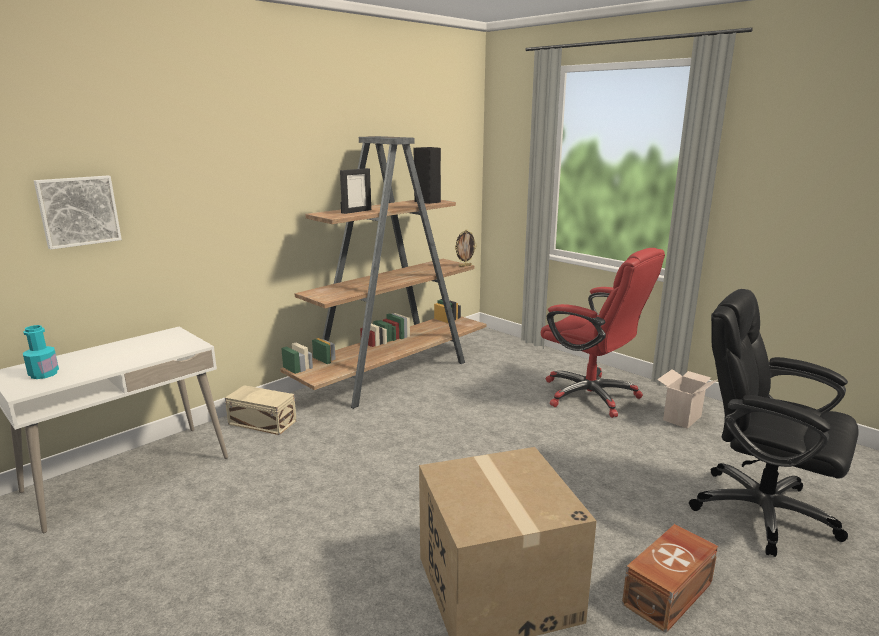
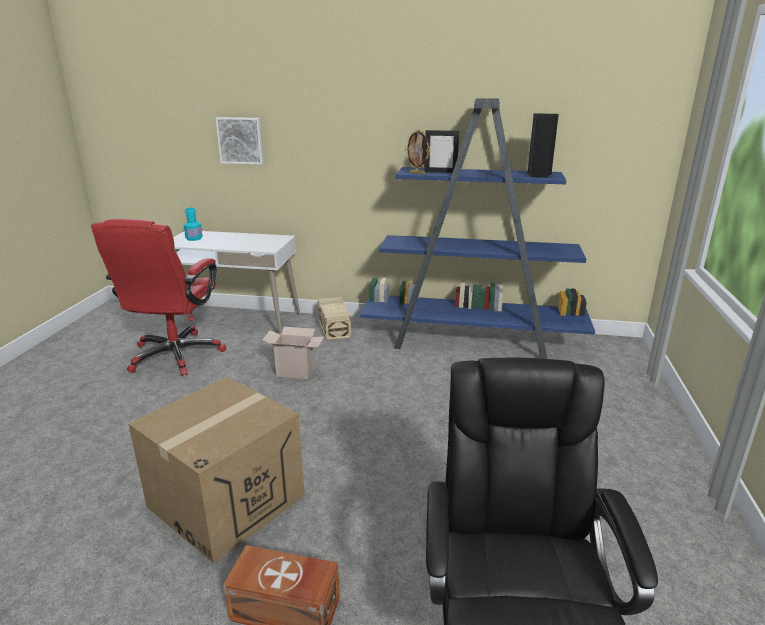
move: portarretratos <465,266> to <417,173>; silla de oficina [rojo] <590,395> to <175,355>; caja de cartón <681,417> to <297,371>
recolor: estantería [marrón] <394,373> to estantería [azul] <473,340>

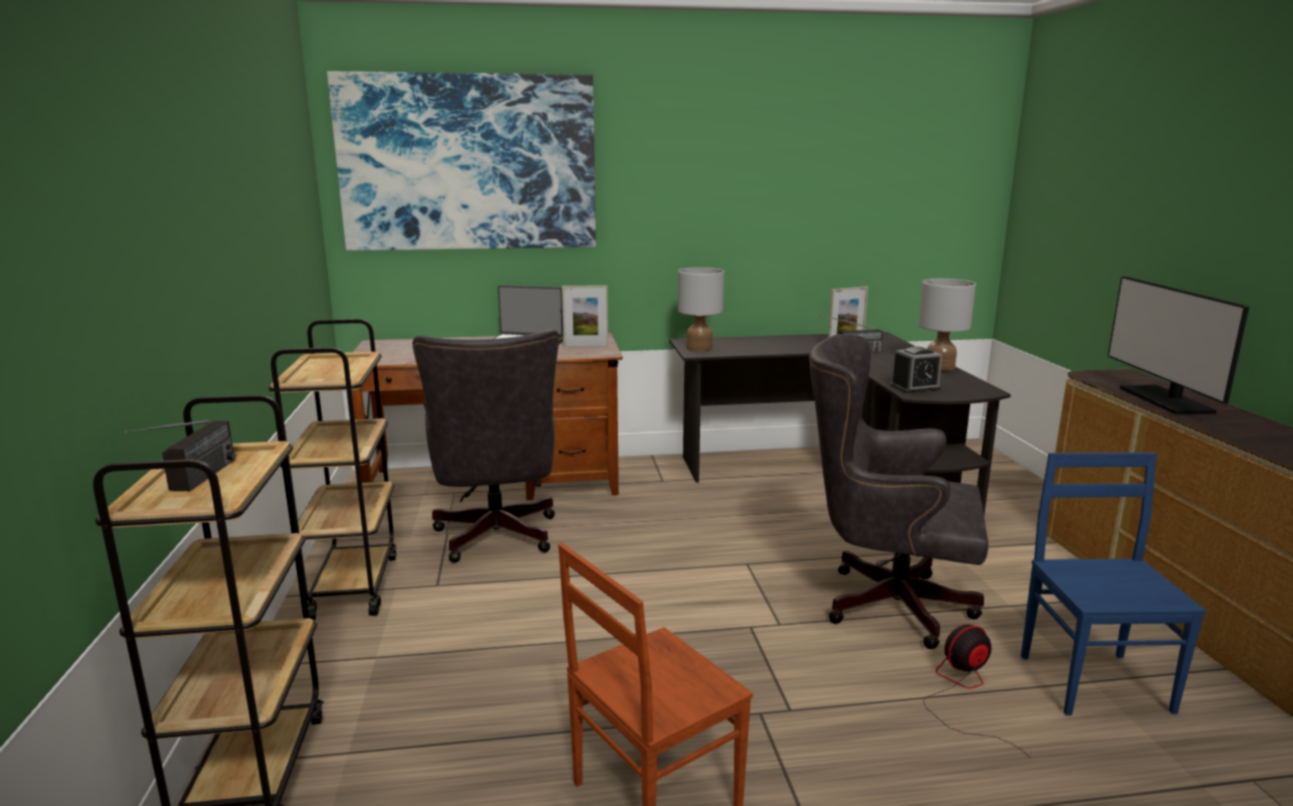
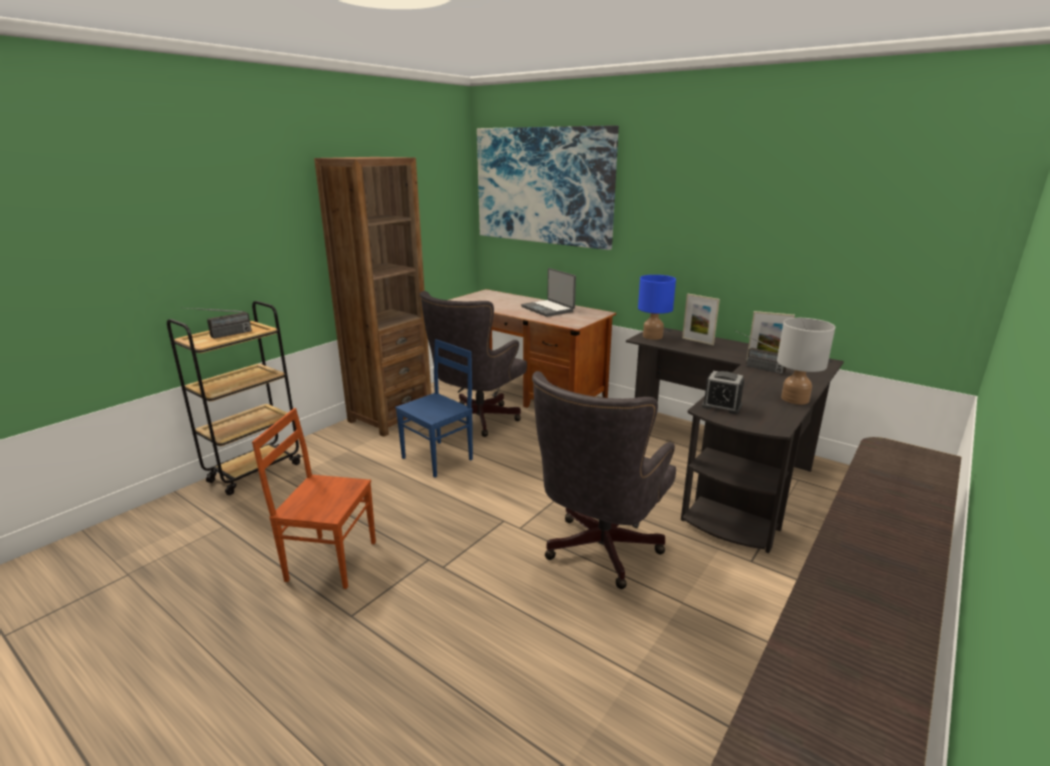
delete: ventilador <963,692>; monitor <1165,400>
move: portarretratos <586,347> to <697,341>; silla [azul] <1095,682> to <439,458>
replace: carrito [marrón] <353,586> to estantería [marrón] <390,417>
recolor: lámpara de mesa [gris] <699,348> to lámpara de mesa [azul] <653,336>
rotate: silla de oficina [gris] <885,604> = <599,552> 120 degrees counterclockwise

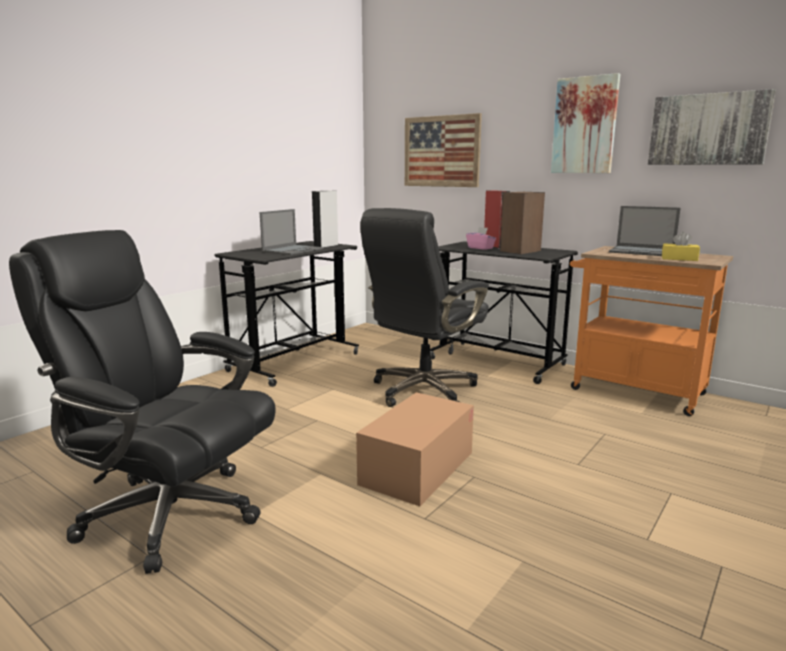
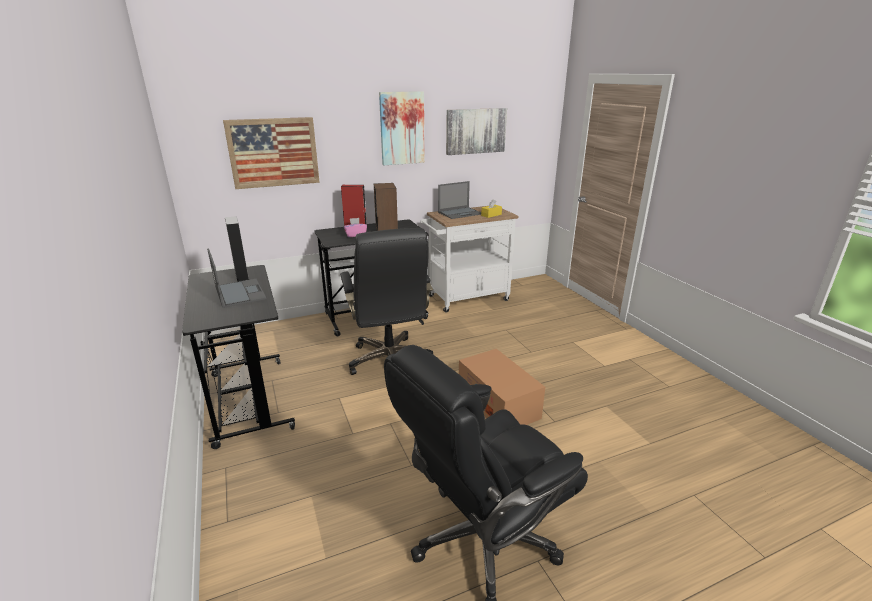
recolor: carrito [naranja] <633,391> to carrito [blanco] <466,298>

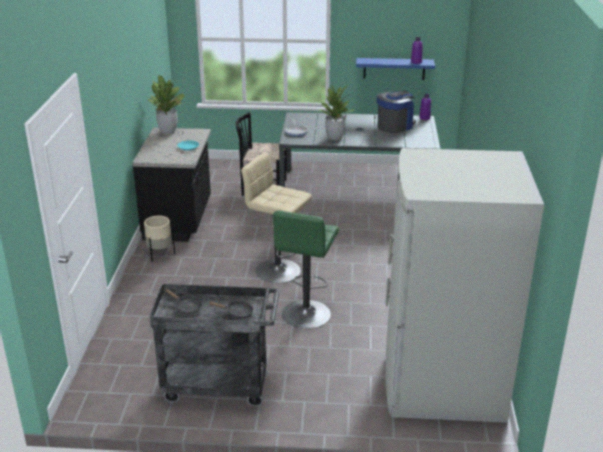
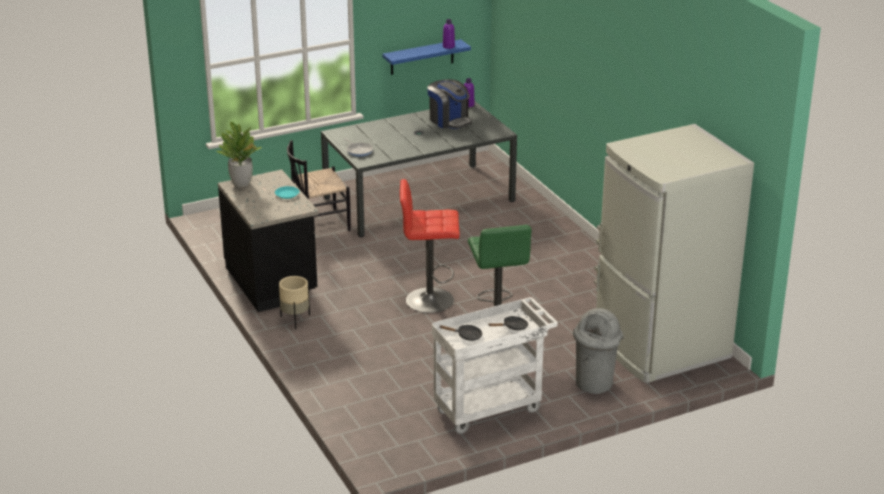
delete: planta en maceta <335,137>
insert: papelera [gris] <595,383>
recolor: carrito [negro] <221,390> to carrito [blanco] <492,411>; taburete [beis] <278,270> to taburete [rojo] <429,300>
rotate: cafetera <395,126> = <449,120> 120 degrees clockwise

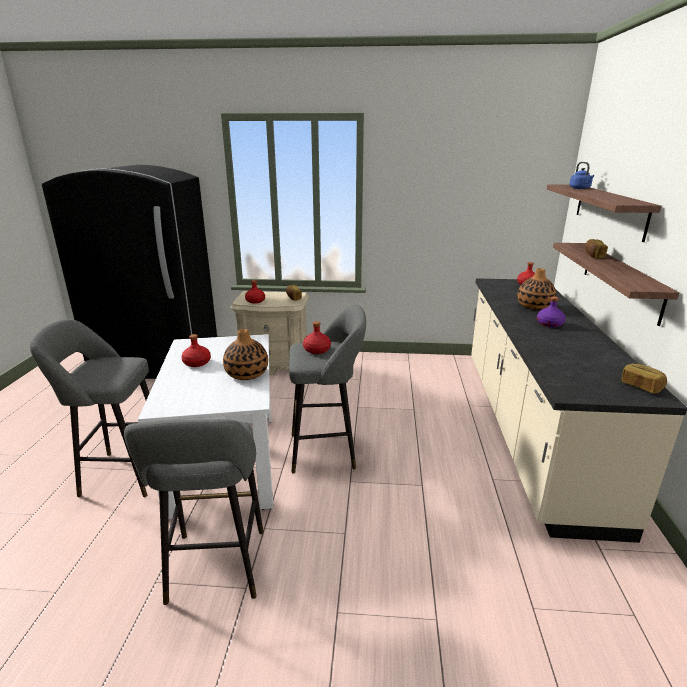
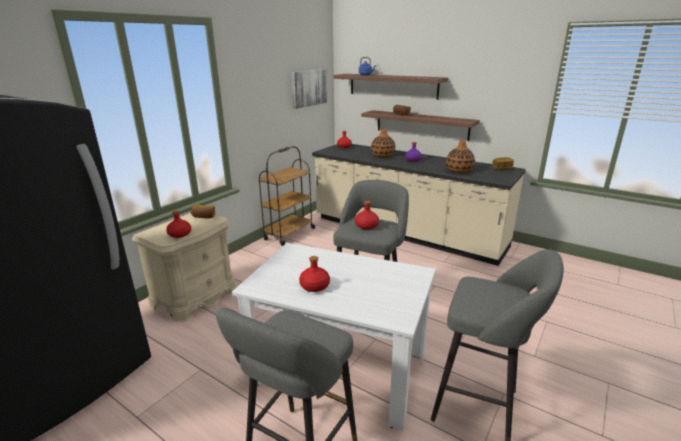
insert: carrito [marrón] <289,234>; cuadro <309,88>
move: florero <247,374> to <459,170>

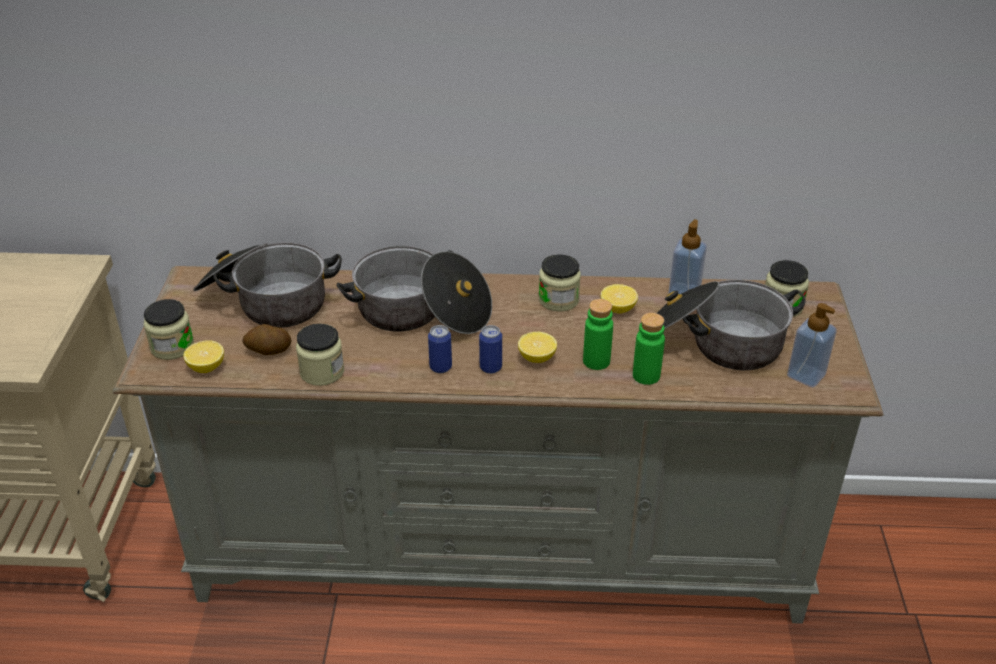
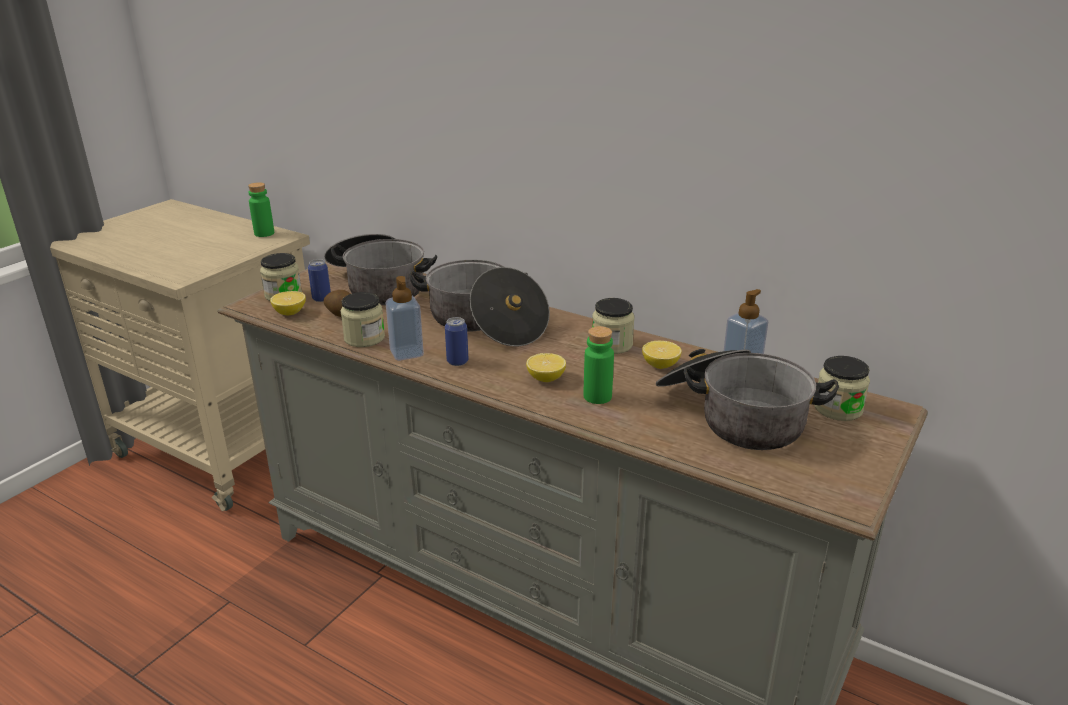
move: lata <490,367> to <321,298>; botella [verde] <646,375> to <264,233>; dispensador de jabón <806,375> to <406,353>

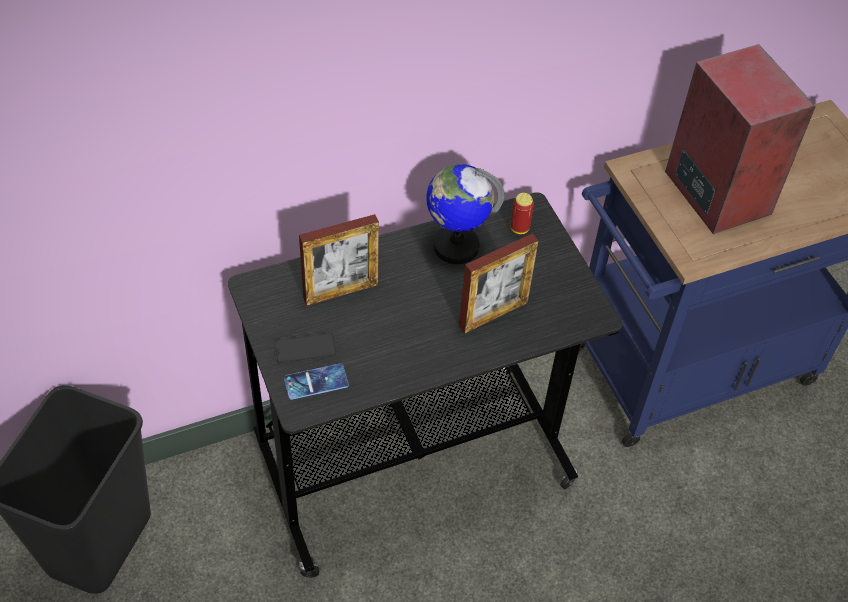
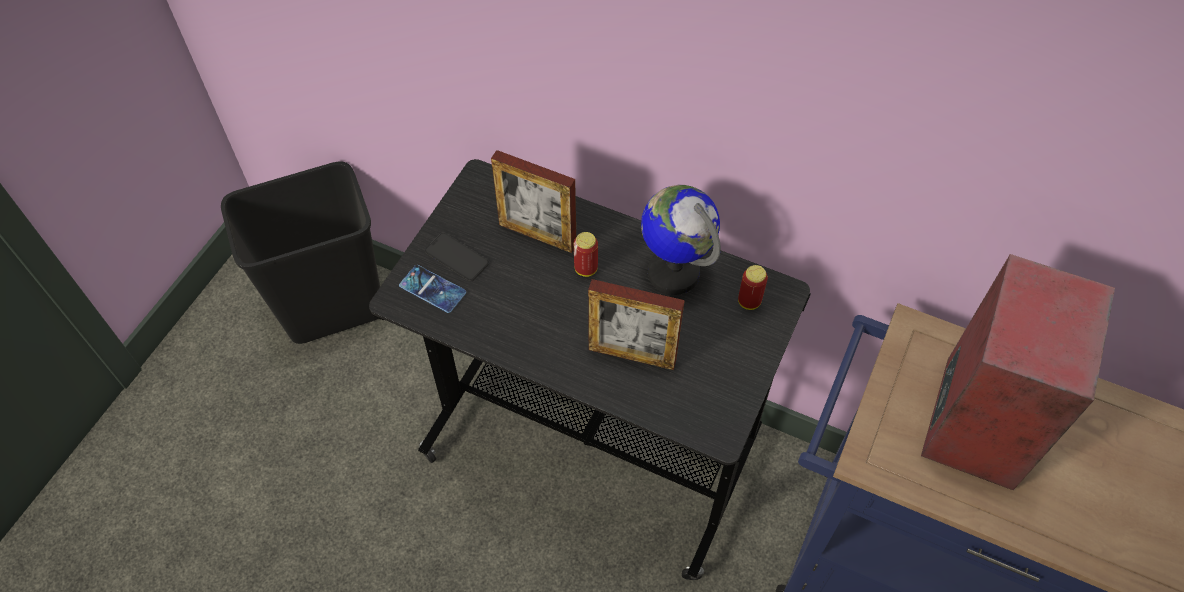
insert: lata <586,269>

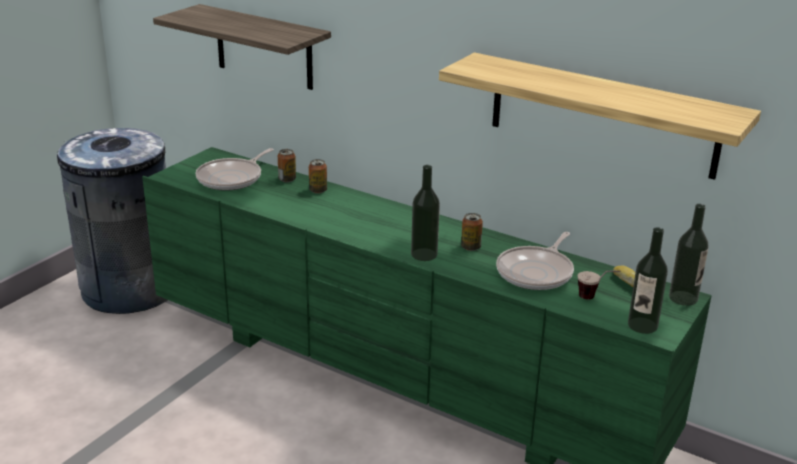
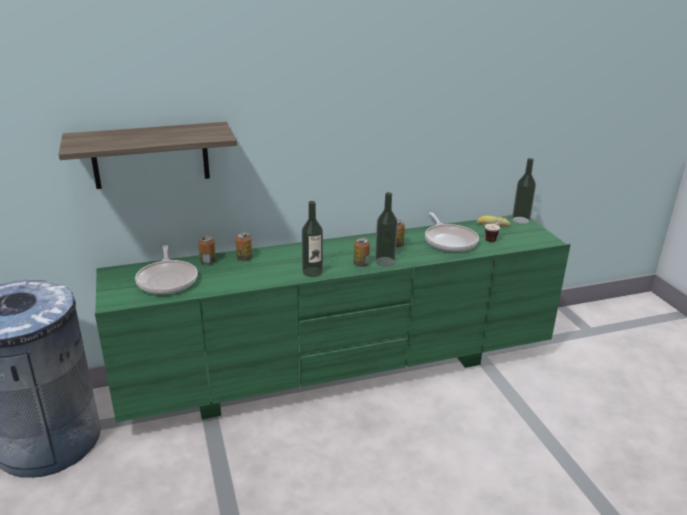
delete: estante <602,115>
insert: lata <361,264>
move: botella <642,325> to <312,272>

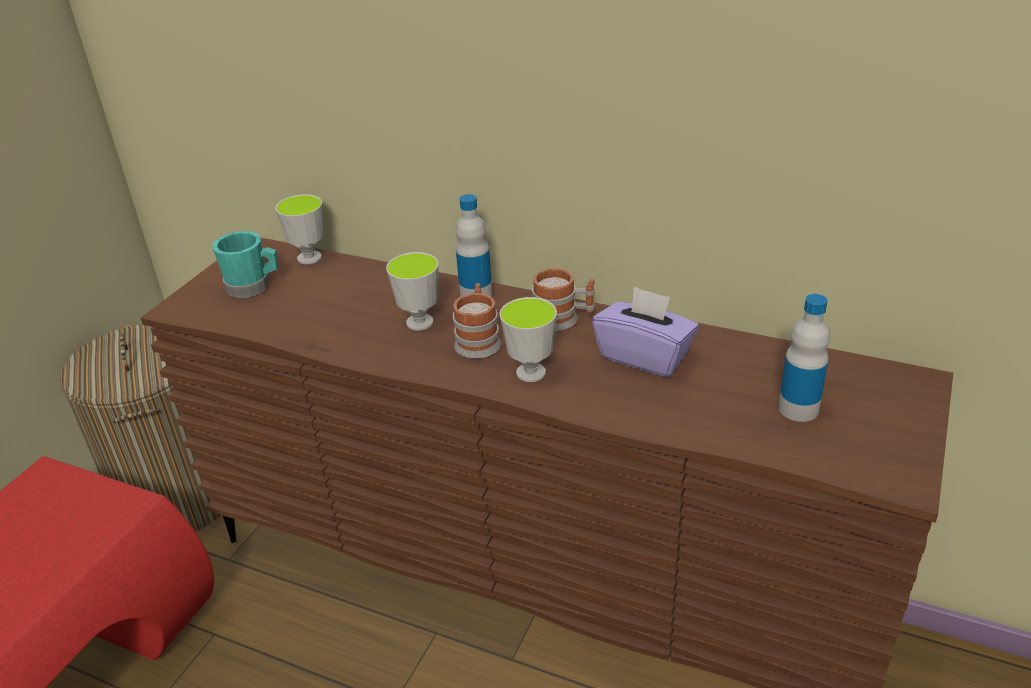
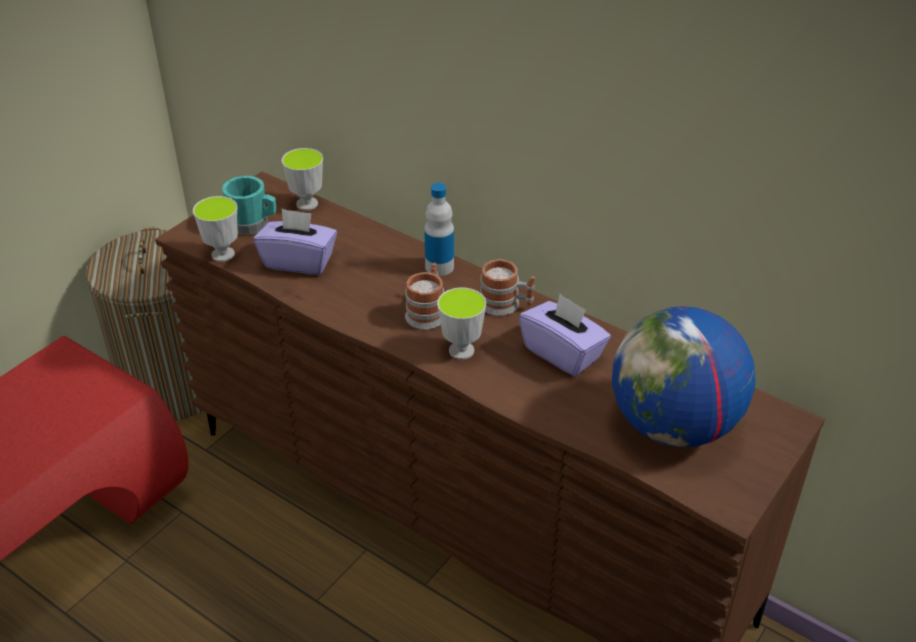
insert: caja de pañuelos [morado] <299,261>
move: taza <419,322> to <223,254>
replace: botella <798,408> to globo terráqueo <673,426>

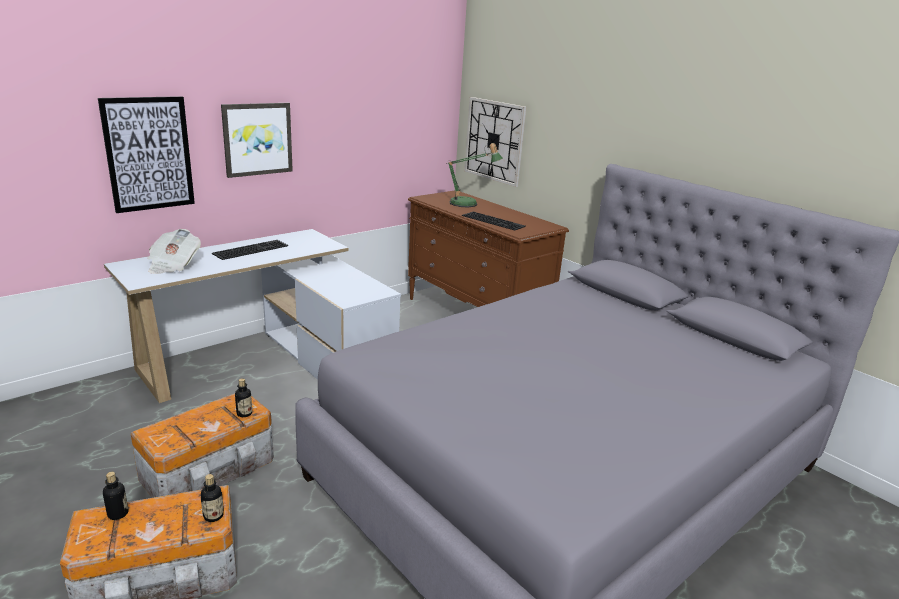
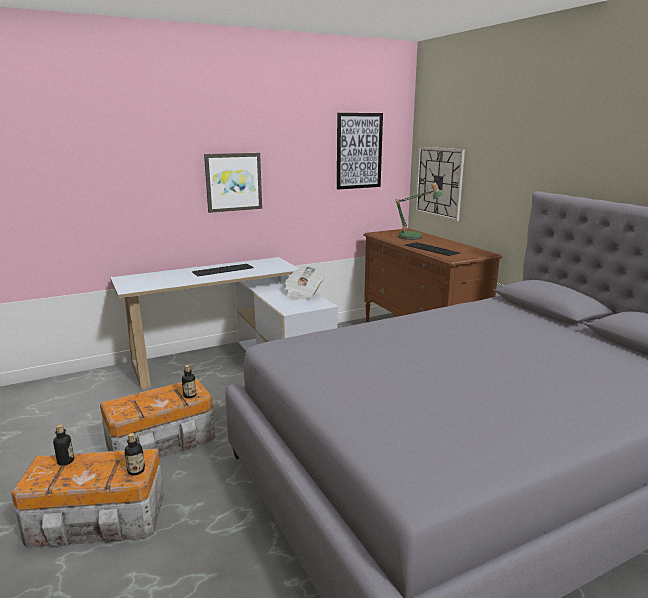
move: cuadro <149,154> to <359,151>; periódico <173,265> to <302,294>

